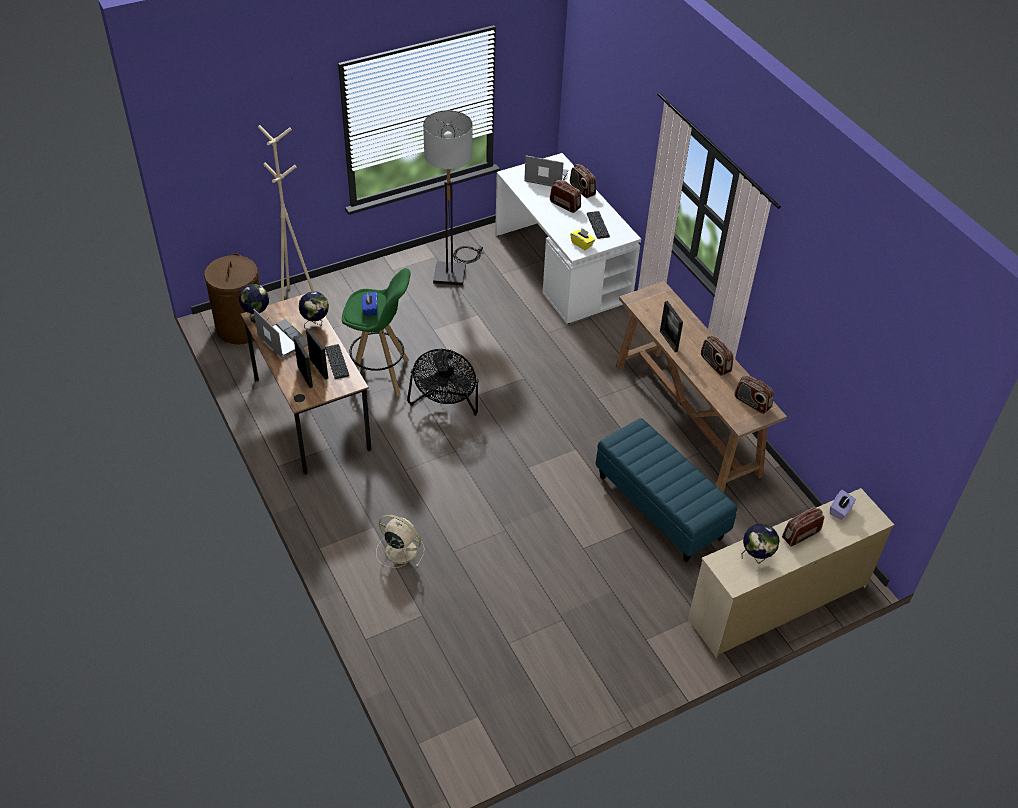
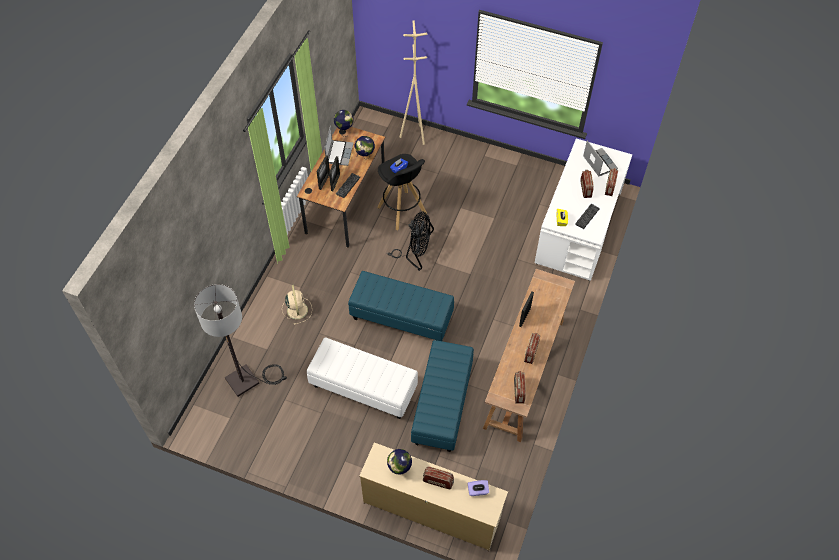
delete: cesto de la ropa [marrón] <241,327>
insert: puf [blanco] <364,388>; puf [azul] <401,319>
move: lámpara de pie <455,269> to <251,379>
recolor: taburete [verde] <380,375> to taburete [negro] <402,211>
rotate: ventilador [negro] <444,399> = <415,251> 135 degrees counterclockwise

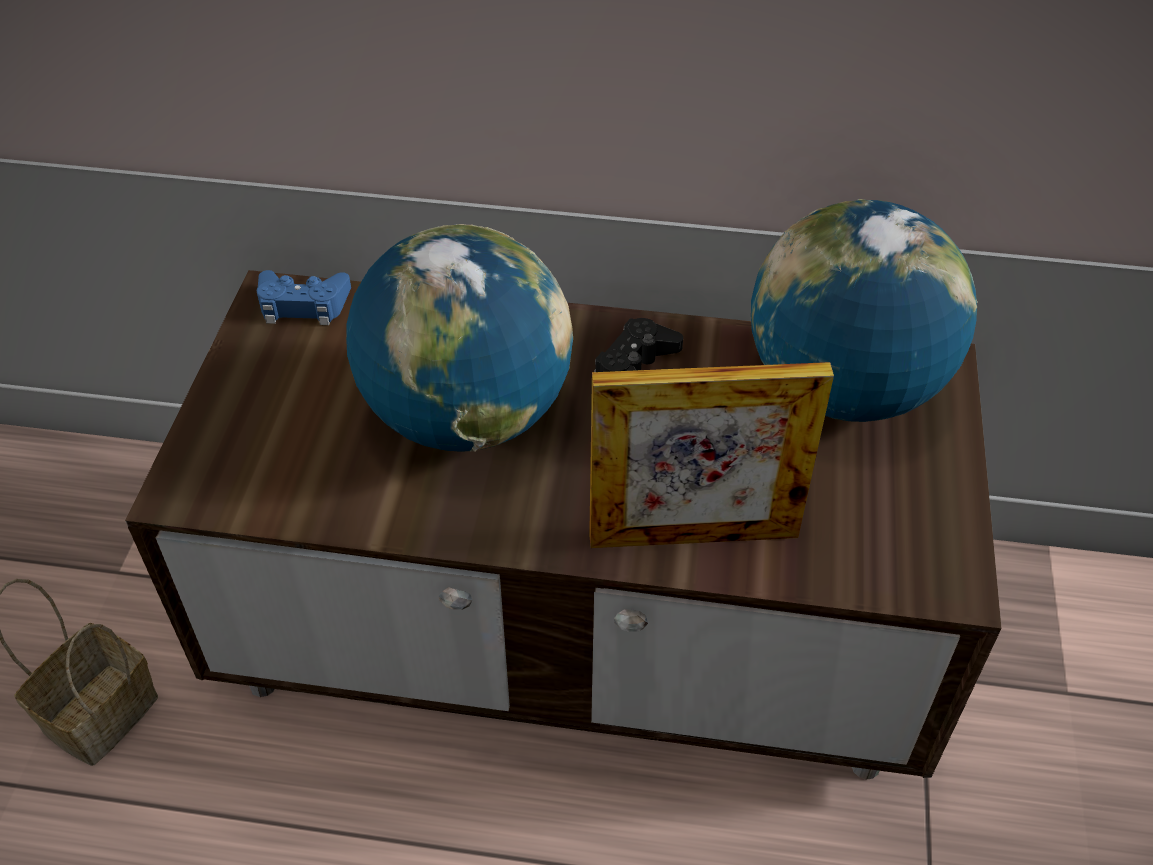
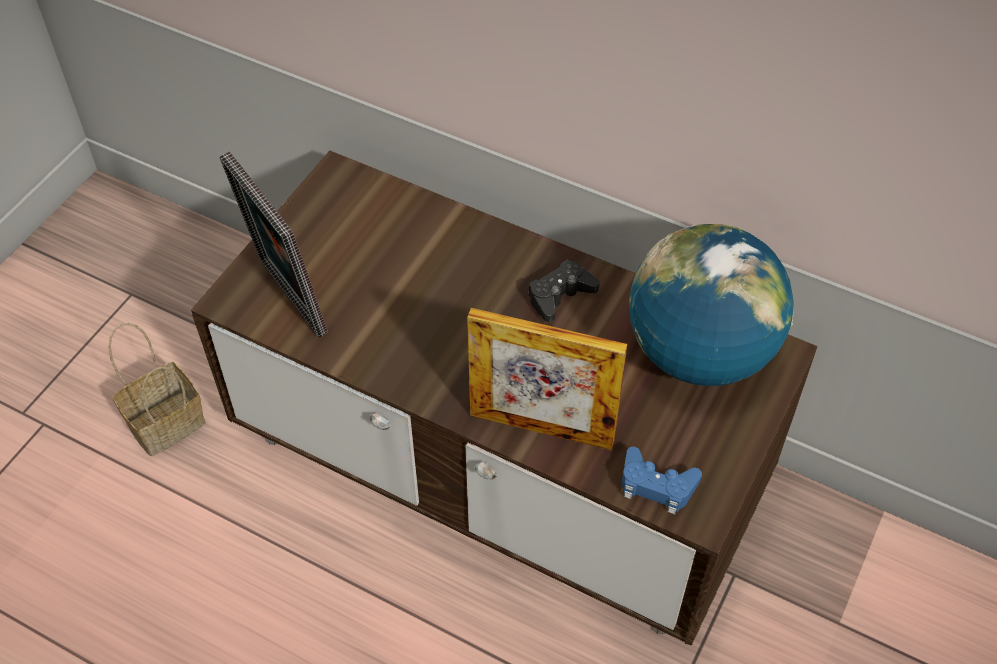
delete: globo terráqueo <467,416>
insert: portarretratos <286,300>
move: mando de consola [azul] <303,304> to <656,485>

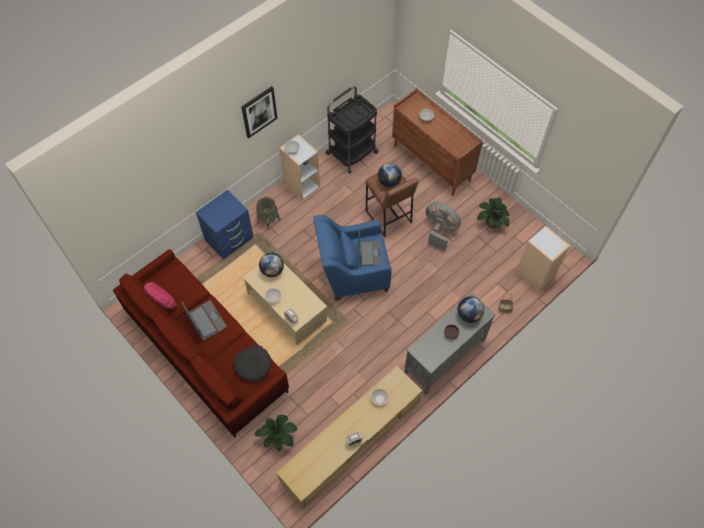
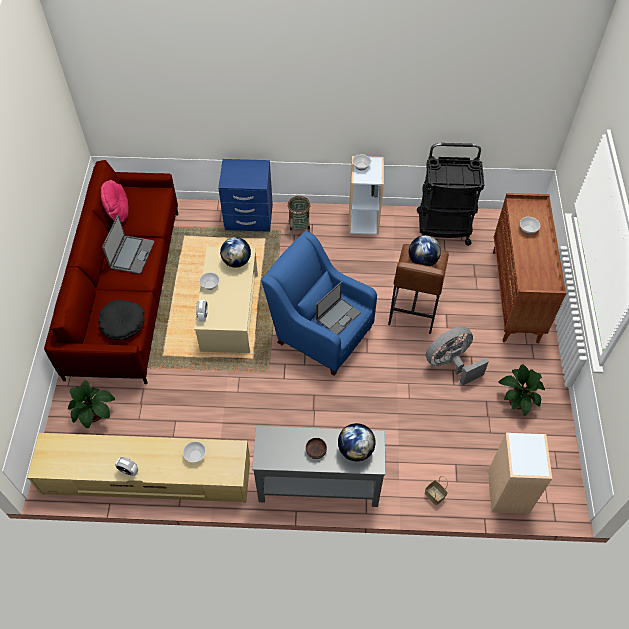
delete: cuadro <259,112>
rotate: ventilador [gris] <440,231> = <451,364> 105 degrees counterclockwise

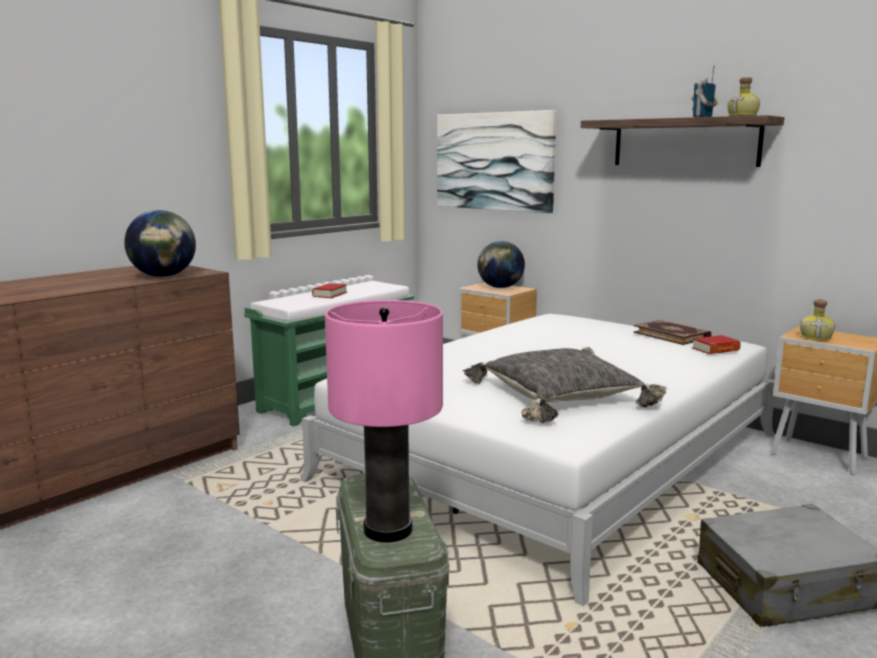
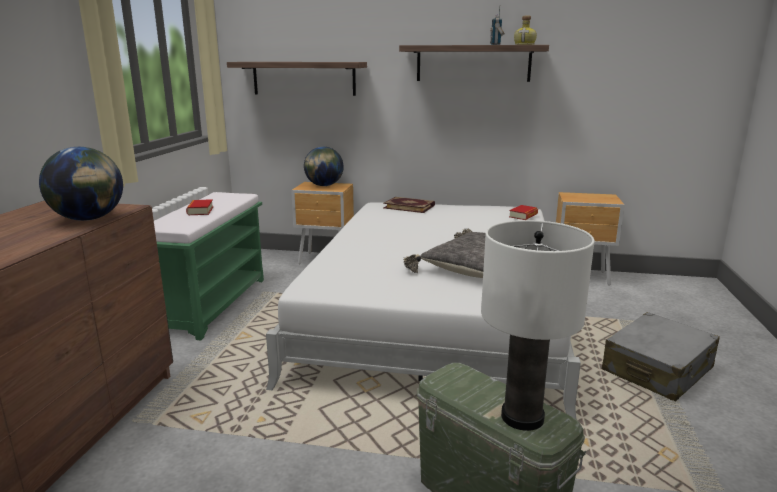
delete: botella <816,337>
move: libro <672,335> to <409,206>
replace: cuadro <494,161> to estante <304,78>
recolor: lámpara de mesa [rosa] <388,529> to lámpara de mesa [blanco] <523,417>

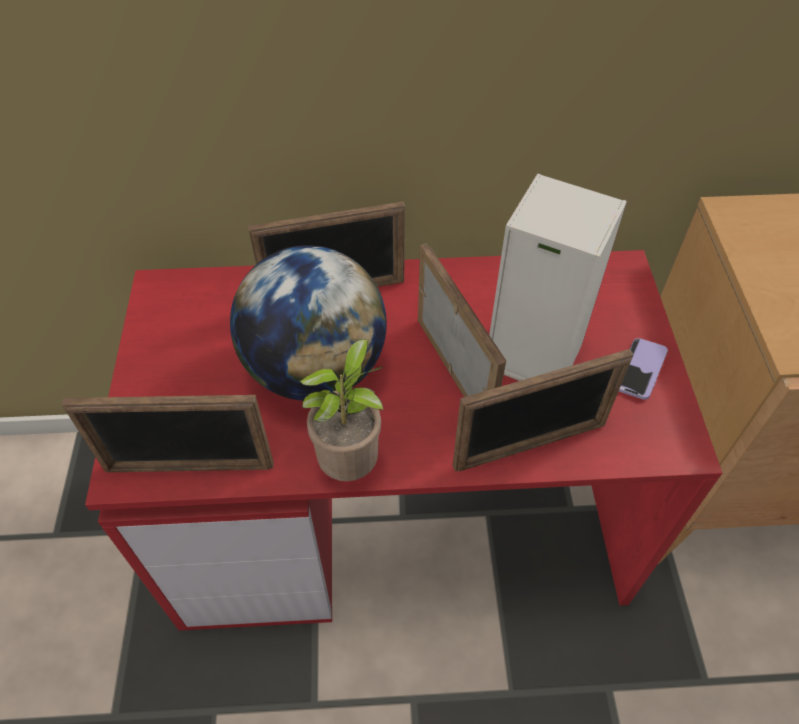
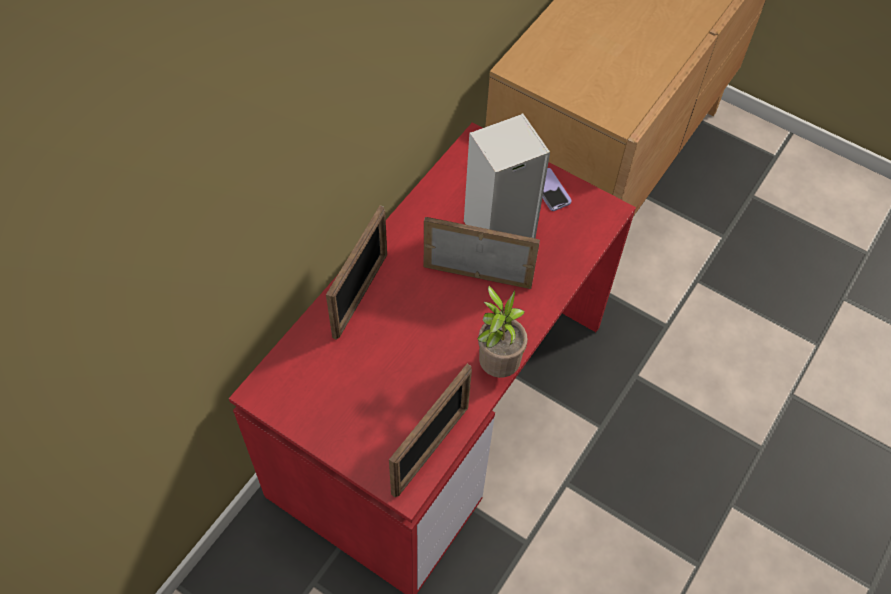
delete: globo terráqueo <315,369>; portarretratos <530,445>

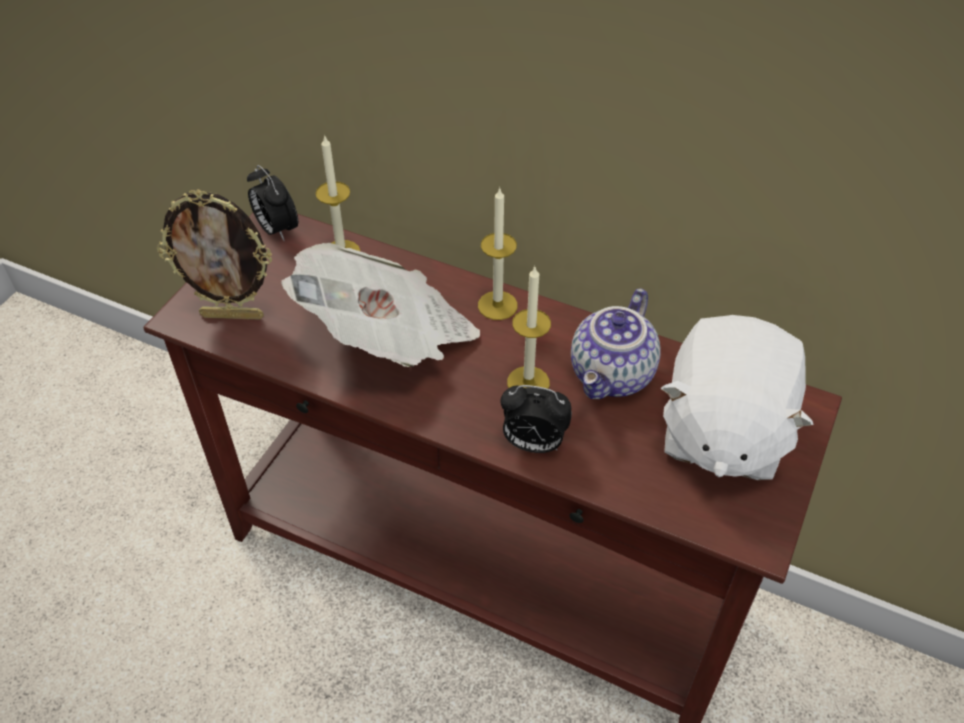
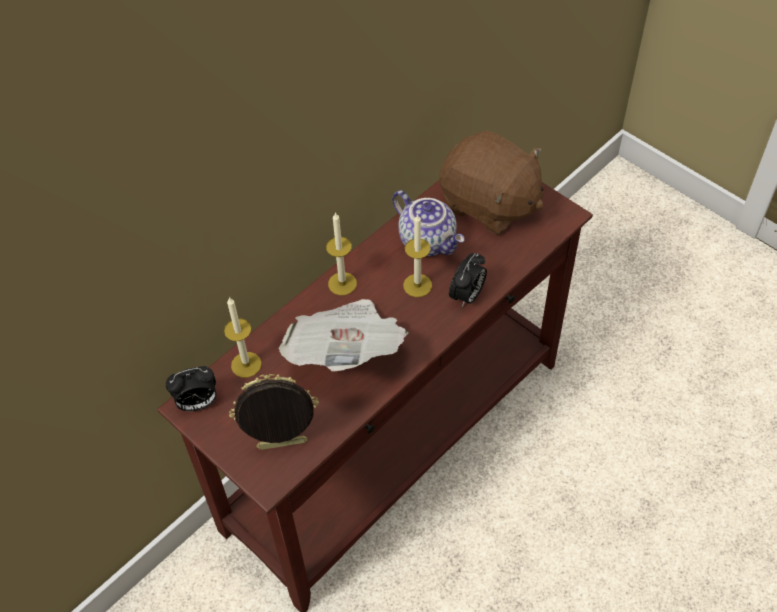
recolor: peluche [blanco] <722,431> to peluche [marrón] <489,204>
rotate: portarretratos <233,315> = <282,447> 120 degrees counterclockwise

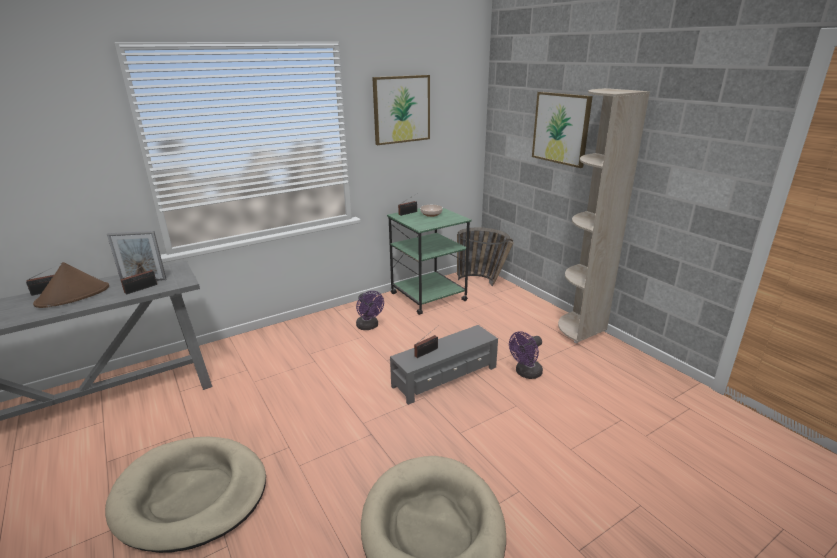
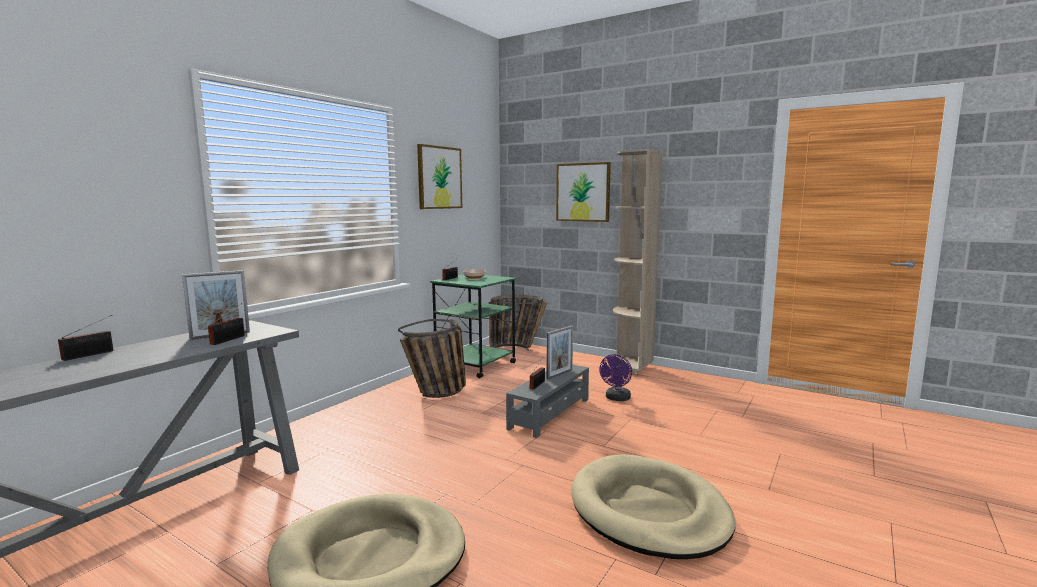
delete: sombrero [marrón] <73,295>
insert: portarretratos <559,374>
replace: ventilador [morado] <369,327> to cesta <437,394>

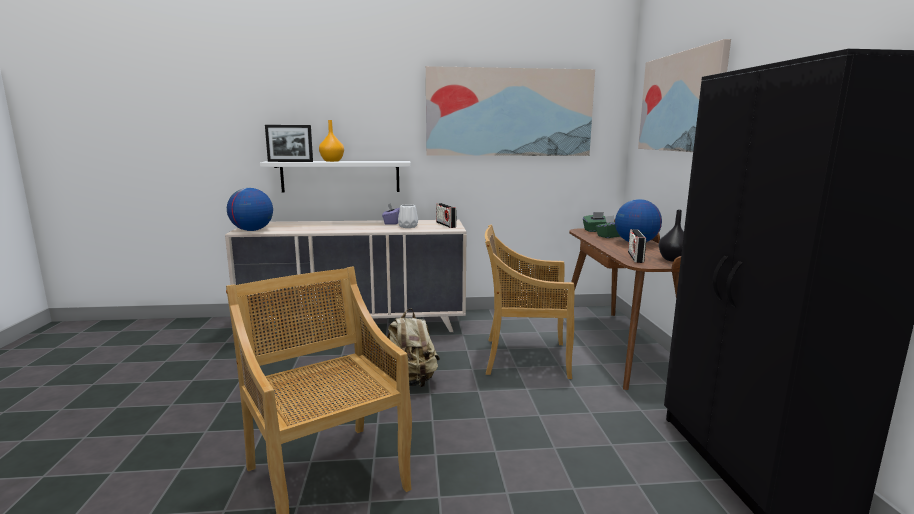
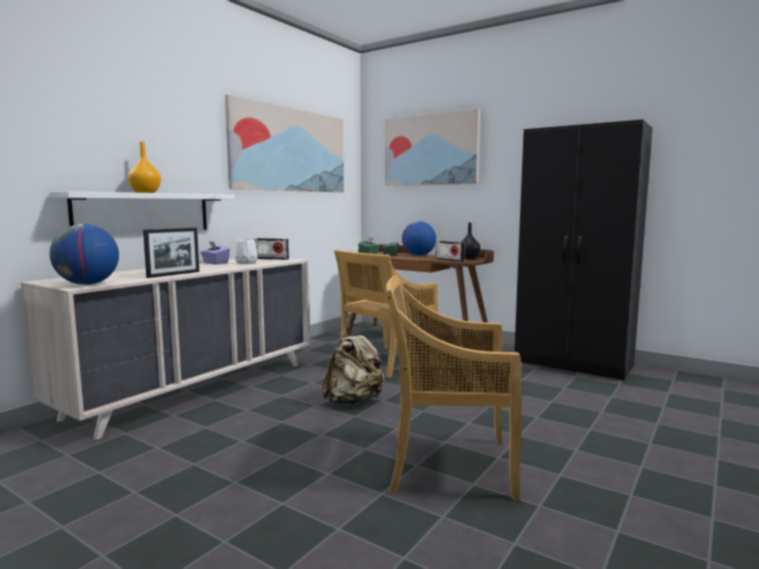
move: portarretratos <290,161> to <173,274>

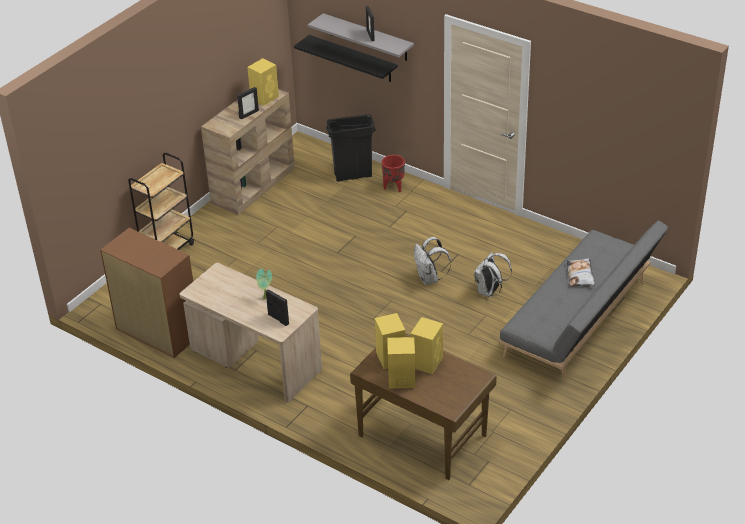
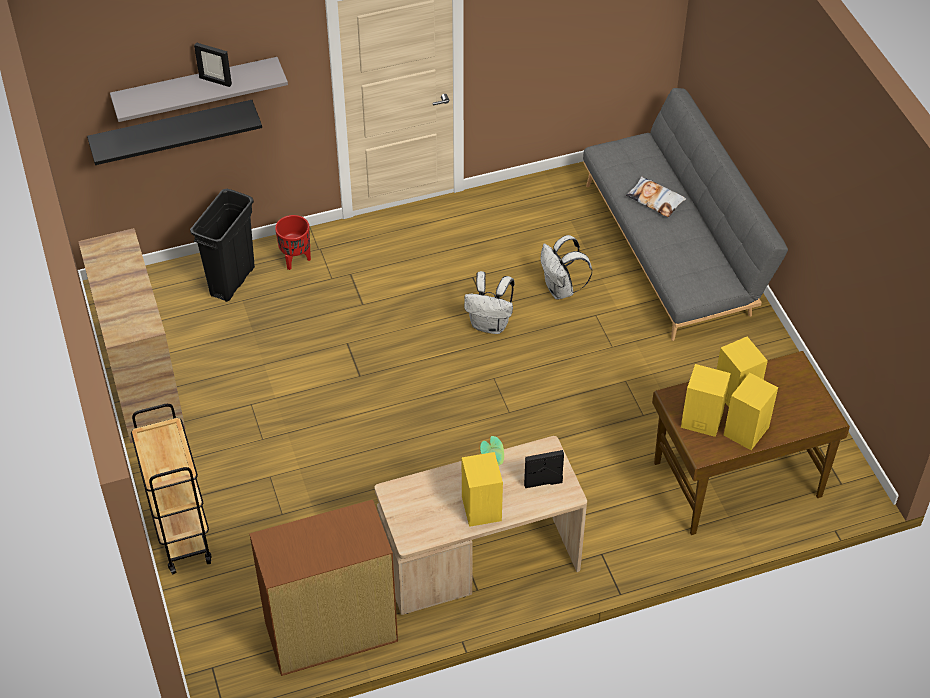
delete: portarretratos <249,114>
move: altavoz [amarillo] <265,97> to <481,507>

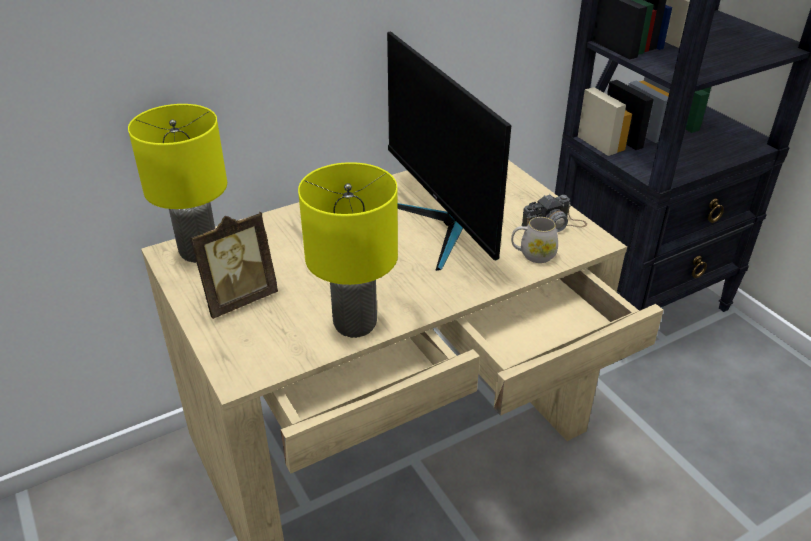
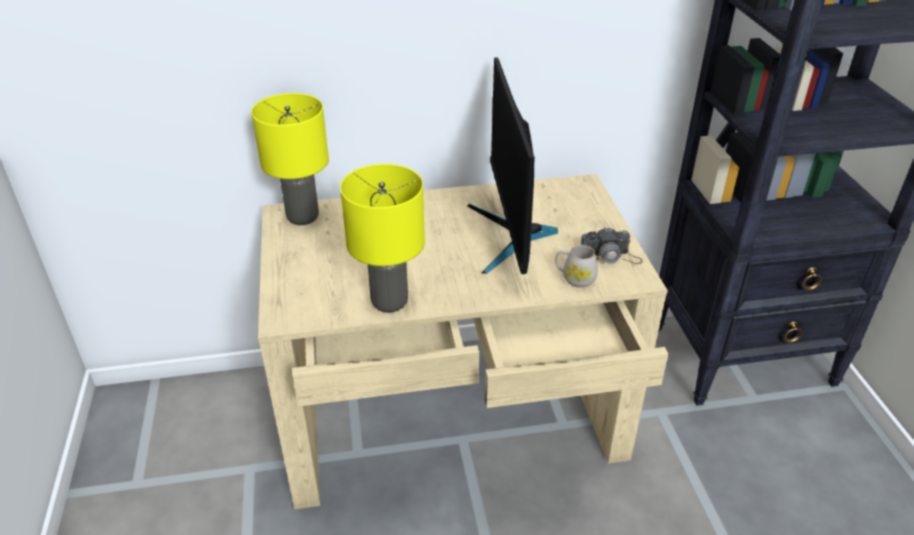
delete: portarretratos <238,299>

